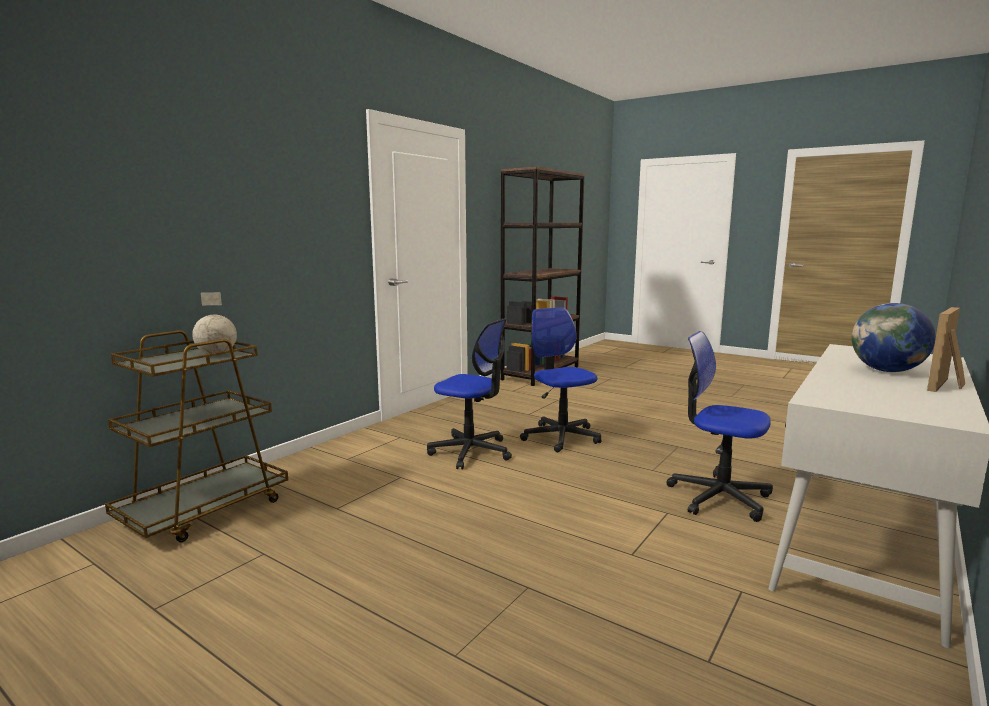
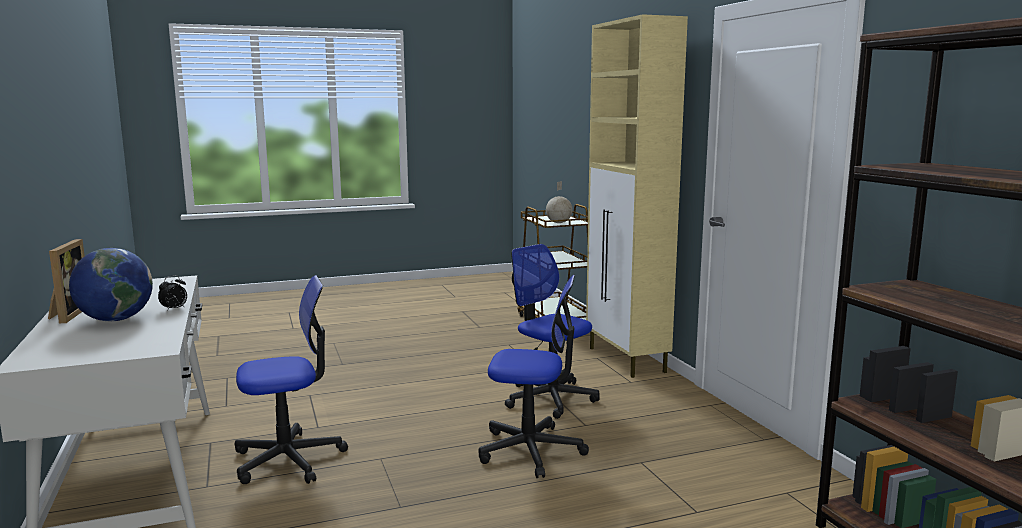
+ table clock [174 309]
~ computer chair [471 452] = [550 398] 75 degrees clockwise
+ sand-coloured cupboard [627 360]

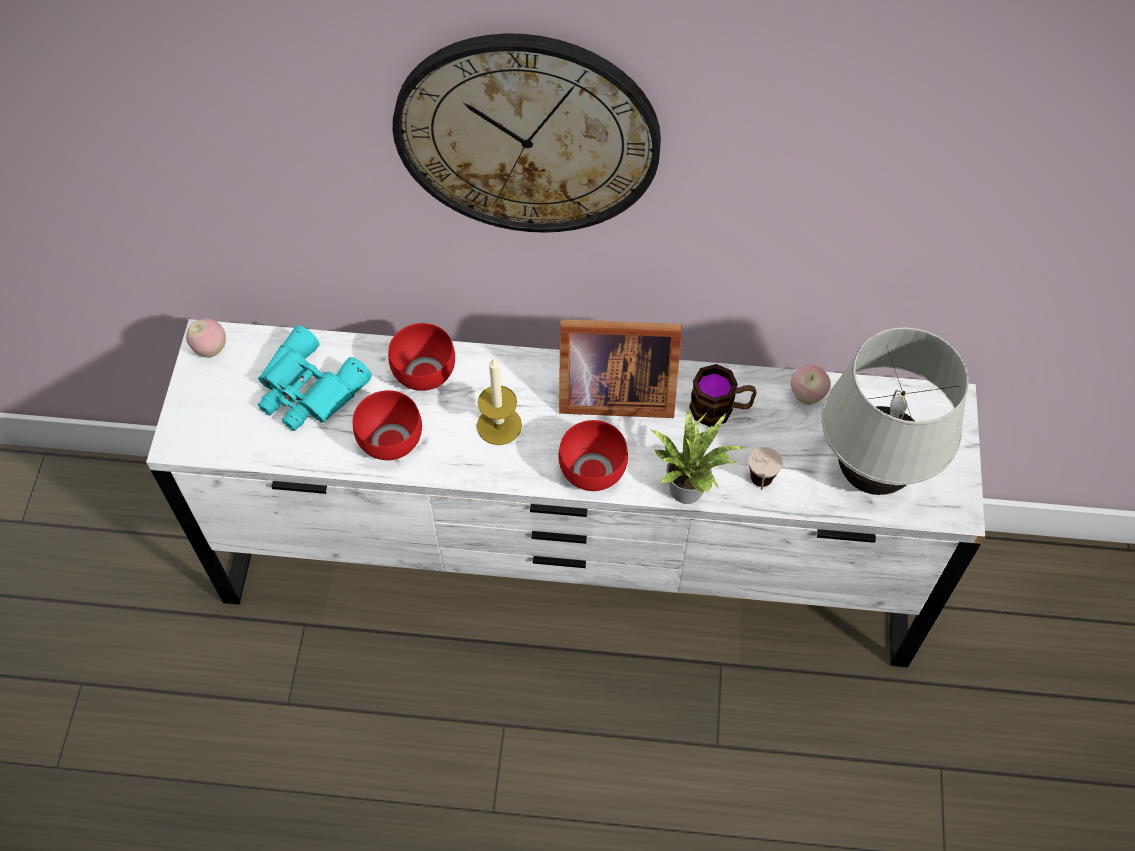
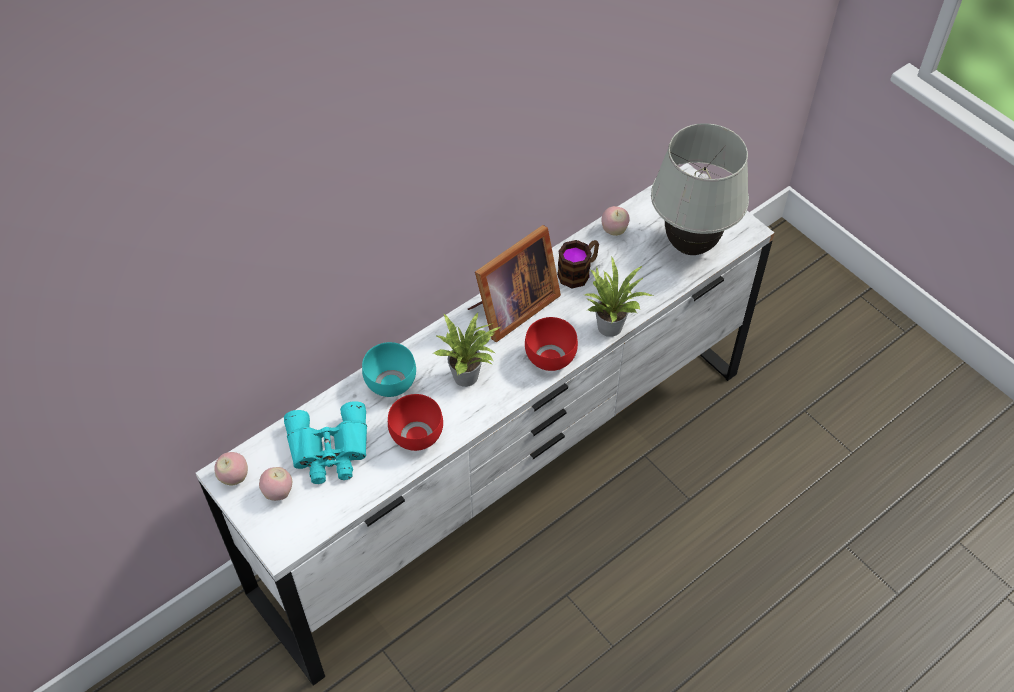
+ apple fruit [278 492]
~ red-coloured serving bowl [423 375] to turquoise serving bowl [391 385]
~ candle [499 425] to potted plant [469 376]
- hanging clock [527 135]
- drinking cup [759 489]

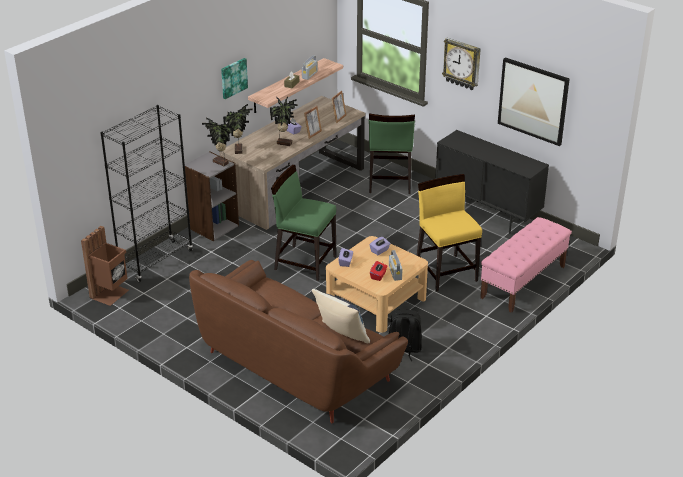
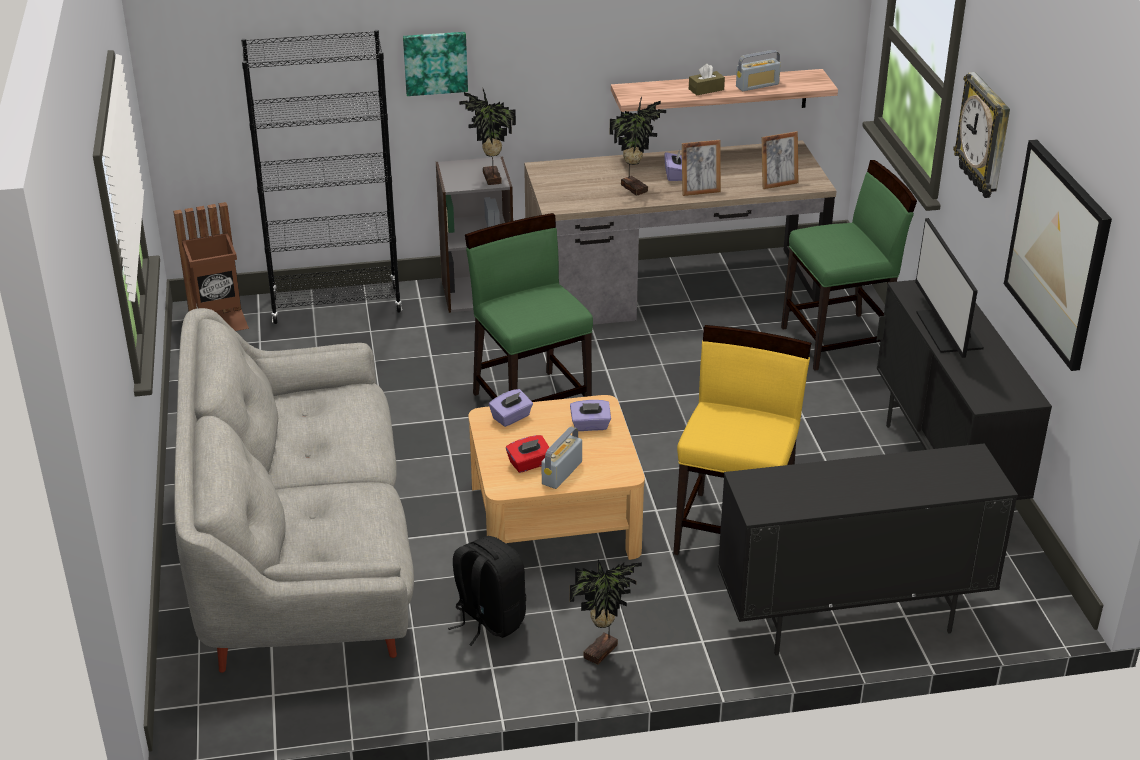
~ brown couch [297 364] to greyish couch [303 551]
~ wall art [233 78] to [435 62]
~ potted plant [239 150] to [603 652]
~ pinkish bench [523 282] to black-coloured cupboard [851 619]
~ green-coloured upright chair [389 182] = [839 341] 150 degrees counterclockwise
+ computer screen [947 330]
- bluish throw pillow [340 336]

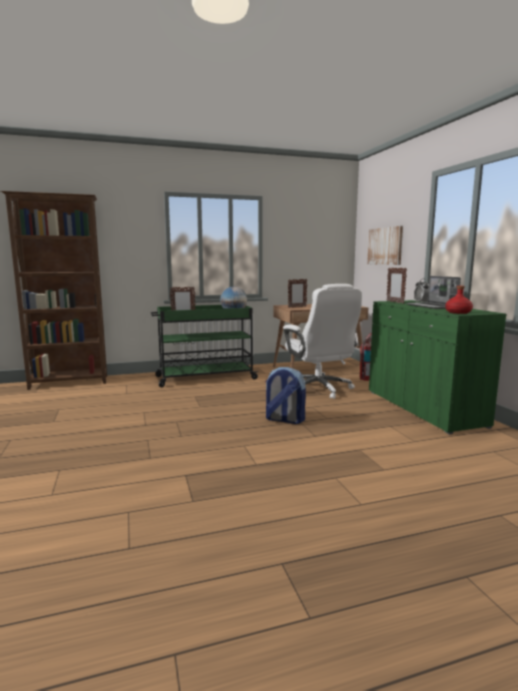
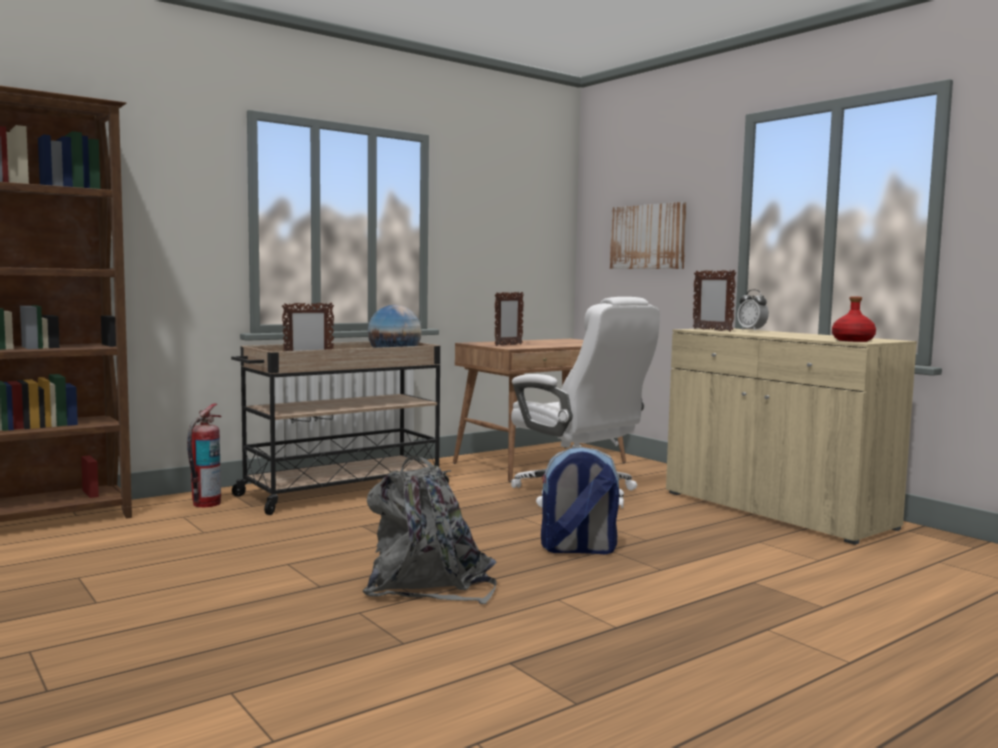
~ fire-fighting cylinder [365 379] to [205 504]
~ green-coloured trolley [204 378] to sand-coloured trolley [341 491]
+ greyish backpack [428 585]
~ green-coloured cupboard [423 408] to sand-coloured cupboard [775 510]
- notebook computer [432 306]

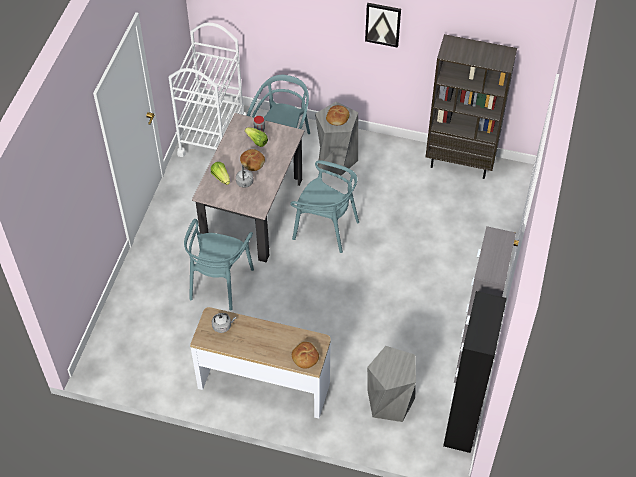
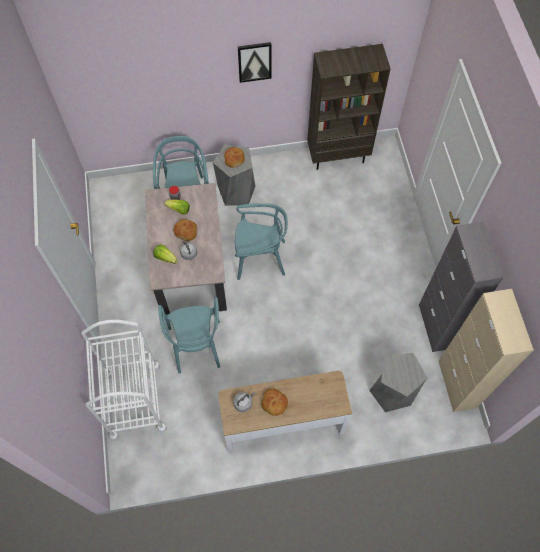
~ white-coloured trolley [212 136] to [135 401]
~ baked bread [305 357] to [274 403]
~ black-coloured cupboard [462 422] to sand-coloured cupboard [457 384]

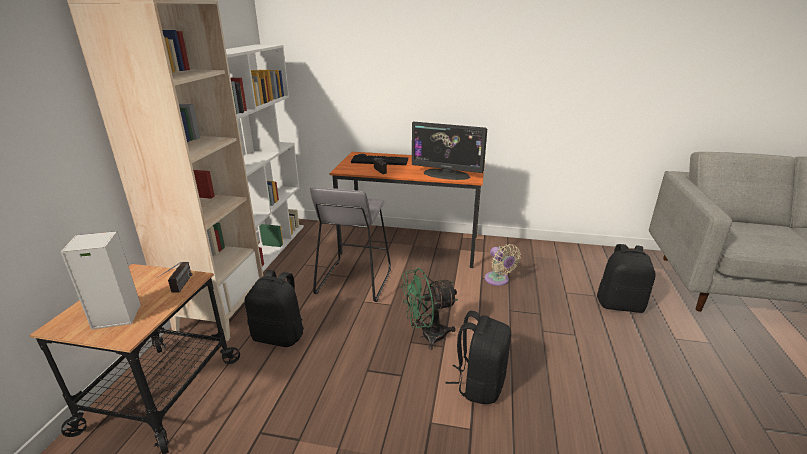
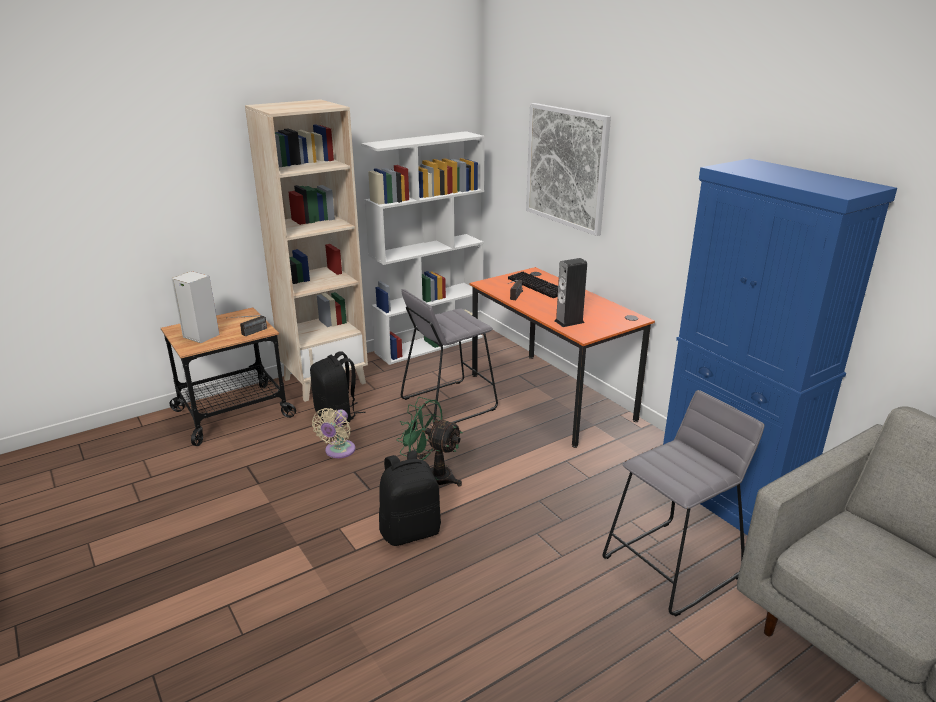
~ sand-coloured fan [498 280] to [338 451]
+ wall art [566 167]
~ computer screen [446 174] to audio speaker [569 321]
~ black-coloured backpack [620 304] to greyish sitting stool [672 567]
+ bluish cupboard [728 497]

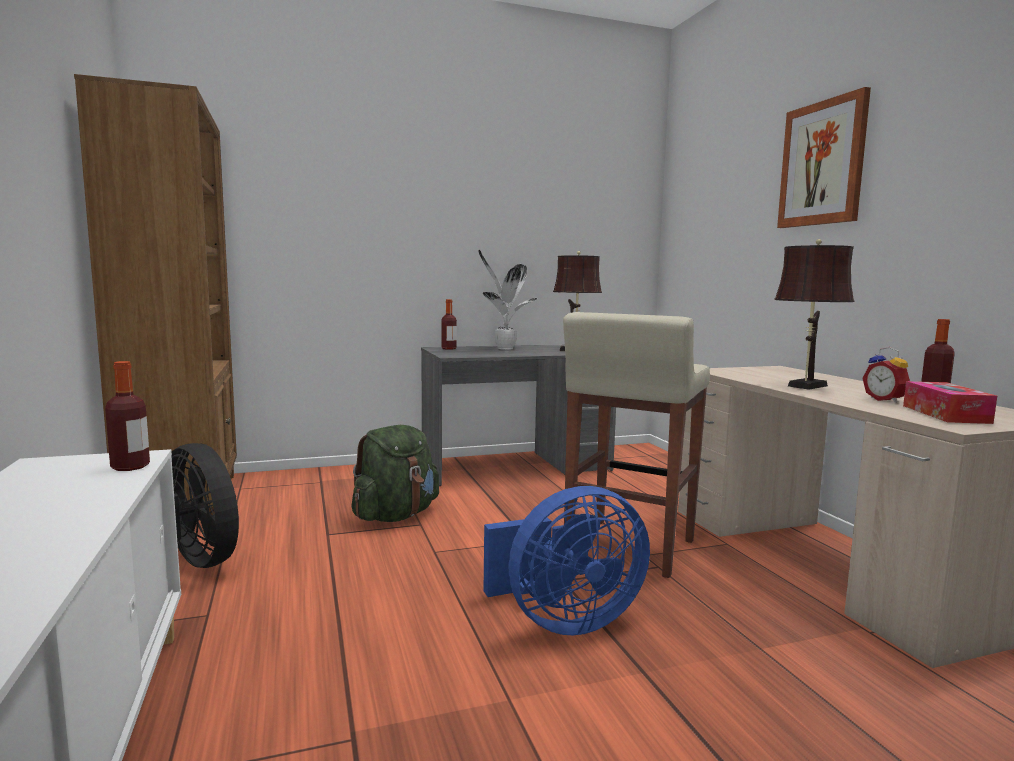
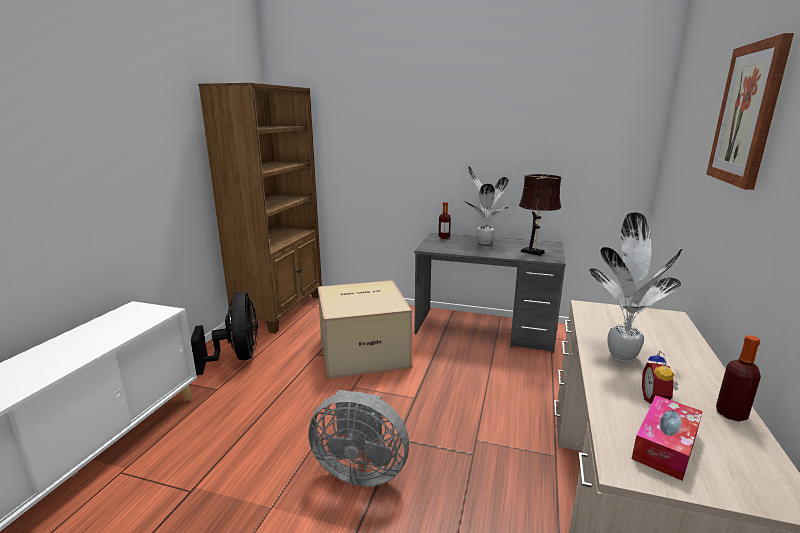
~ bluish fan [564 621] to greyish fan [360 469]
~ green-coloured backpack [396 515] to packing box [364 351]
~ brown tabletop lamp [805 386] to potted plant [621 355]
- beverage bottle [130 467]
- sand-coloured sitting stool [628 548]

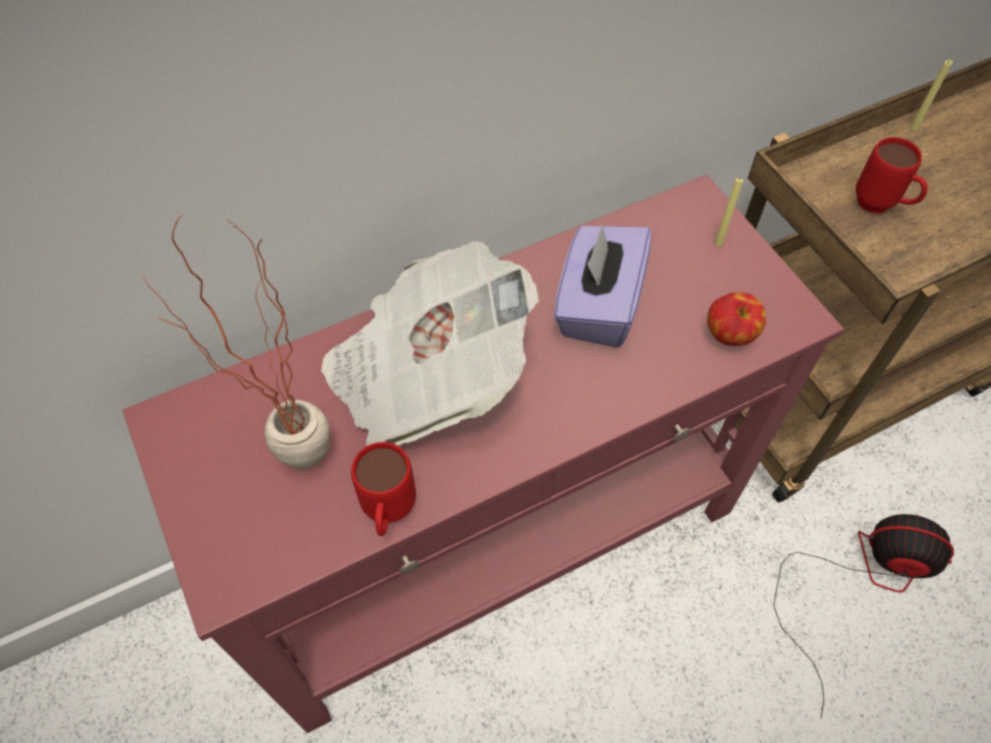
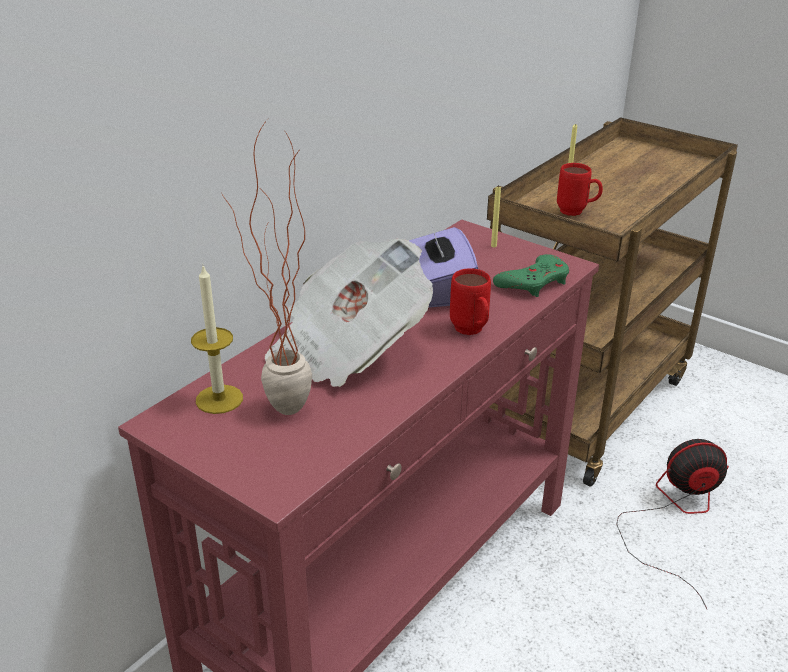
+ candle [219 399]
~ red-coloured coffee mug [388 515] to [472 332]
~ apple fruit [730 335] to green-coloured joypad [534 282]

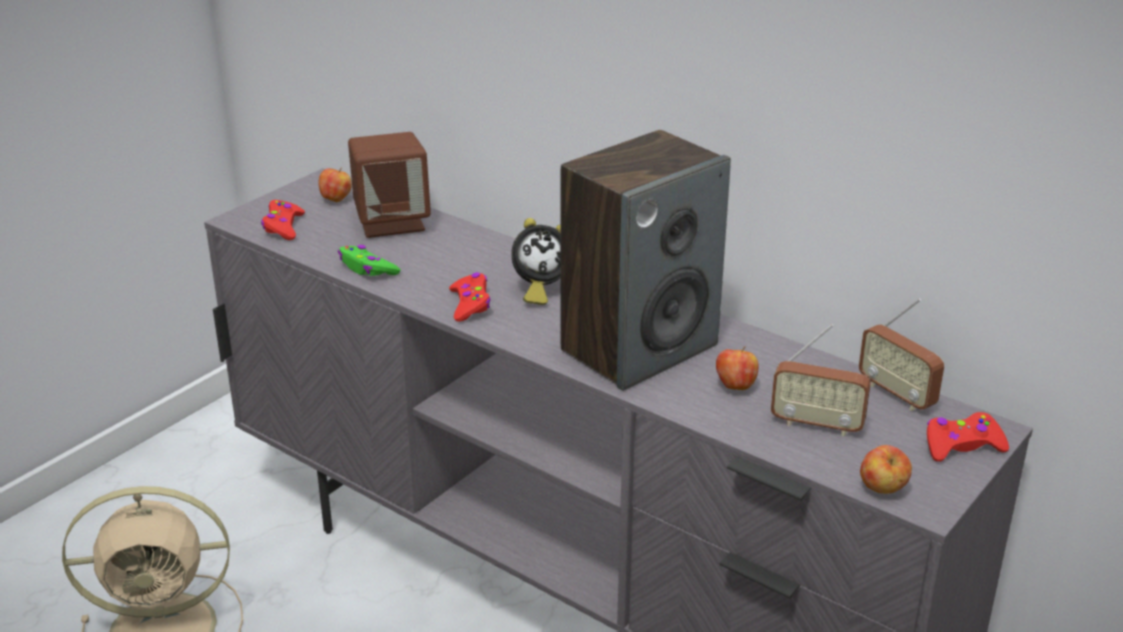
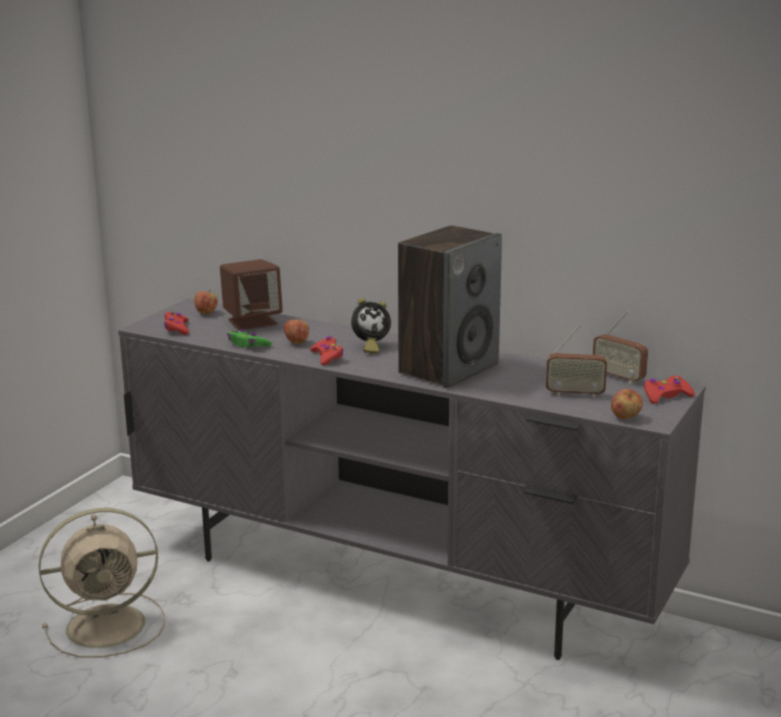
~ apple fruit [735 386] to [296 342]

